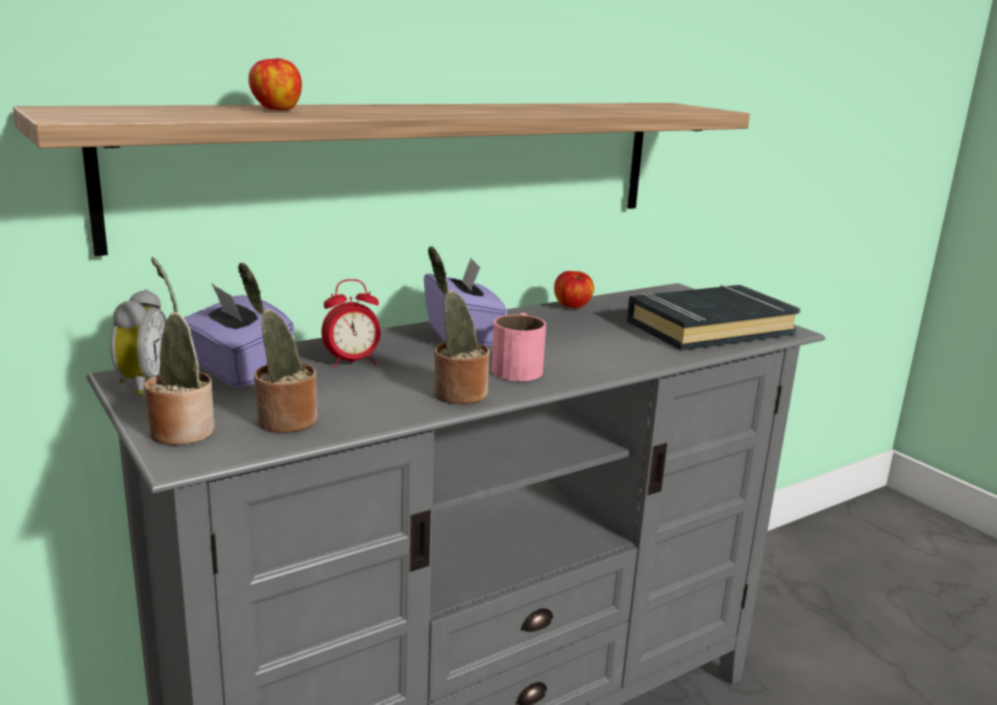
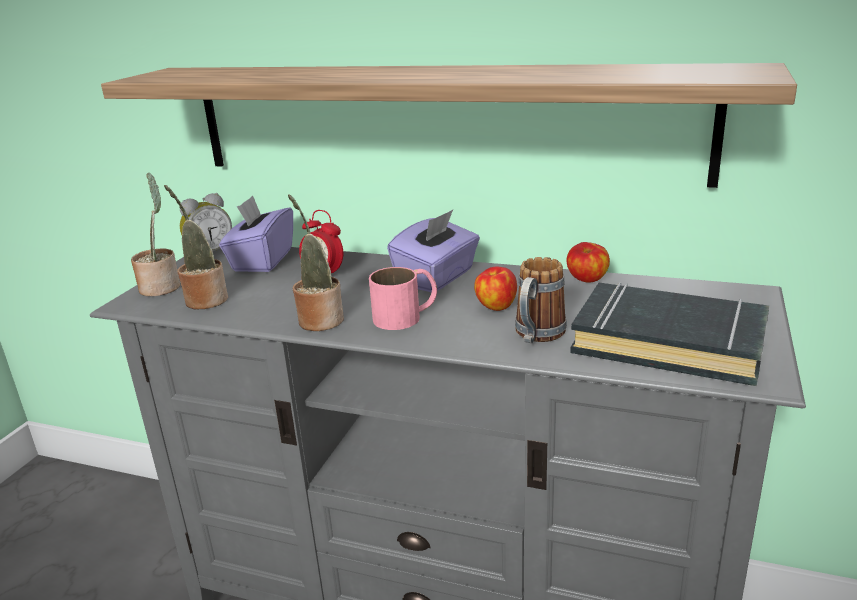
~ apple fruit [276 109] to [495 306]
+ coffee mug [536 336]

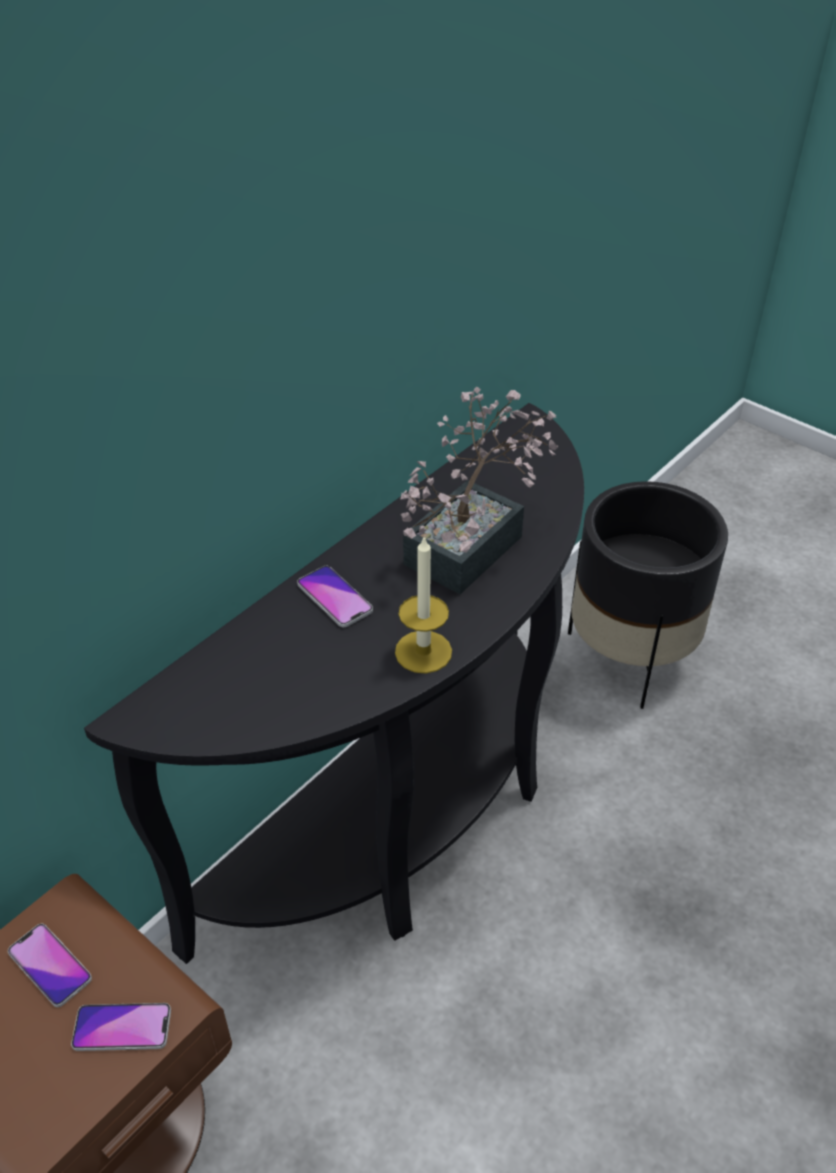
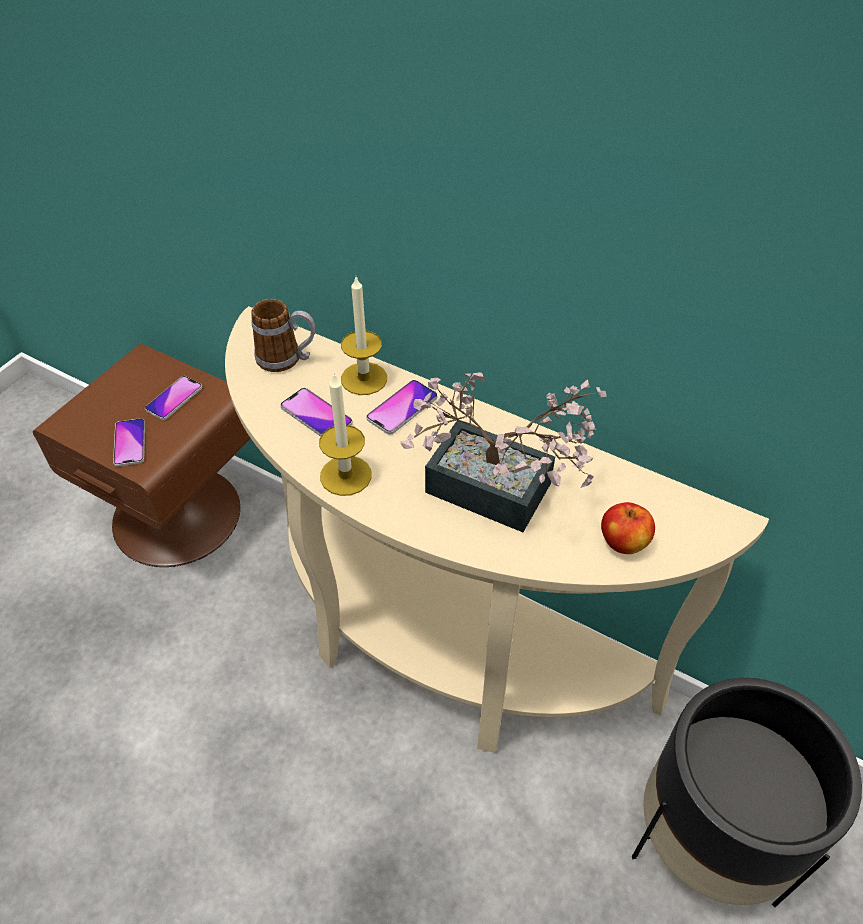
~ black-coloured narrow table [408 819] to sand-coloured narrow table [437 647]
+ coffee mug [287 359]
+ handset [316 415]
+ candle [364 378]
+ apple fruit [624 542]

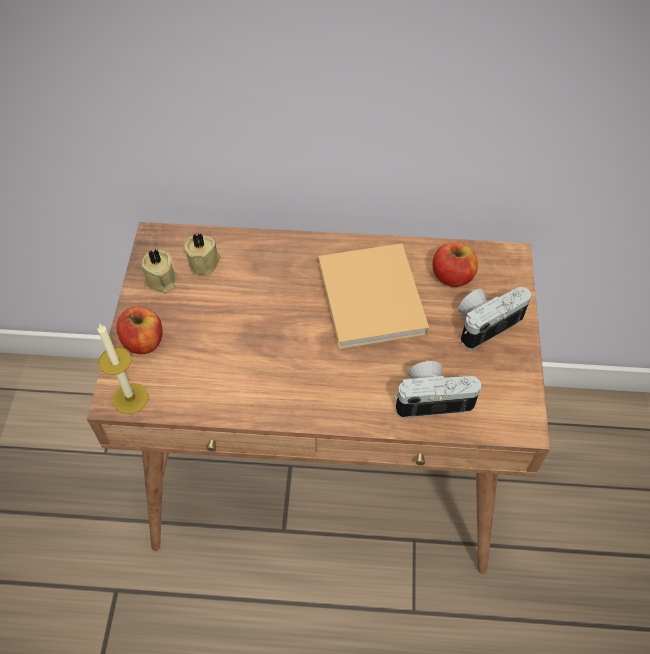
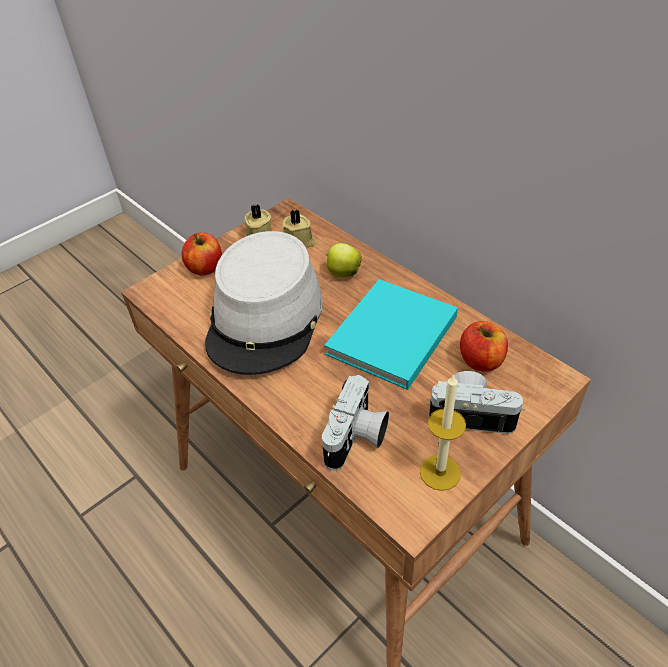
+ greyish clothing hat [266 318]
~ photo camera [433 397] = [357 438] 75 degrees clockwise
~ sand-coloured volume [372 301] to turquoise volume [390 338]
+ apple fruit [343 273]
~ candle [130 398] to [440 472]

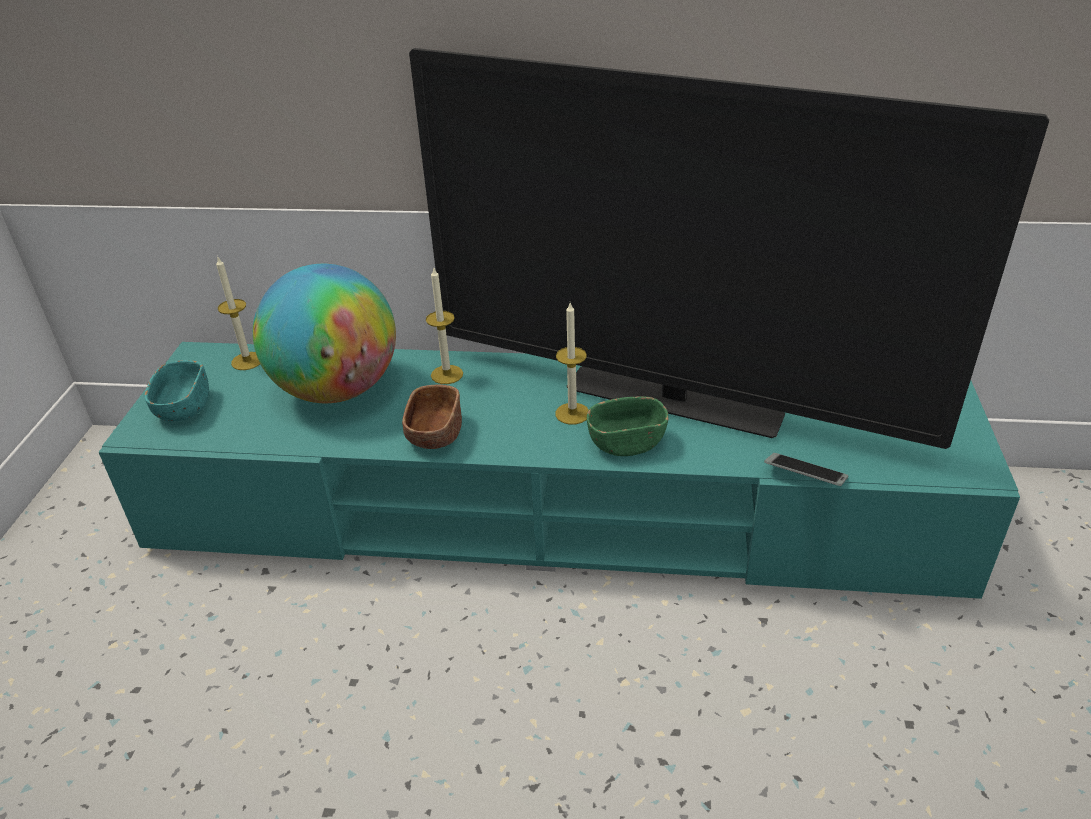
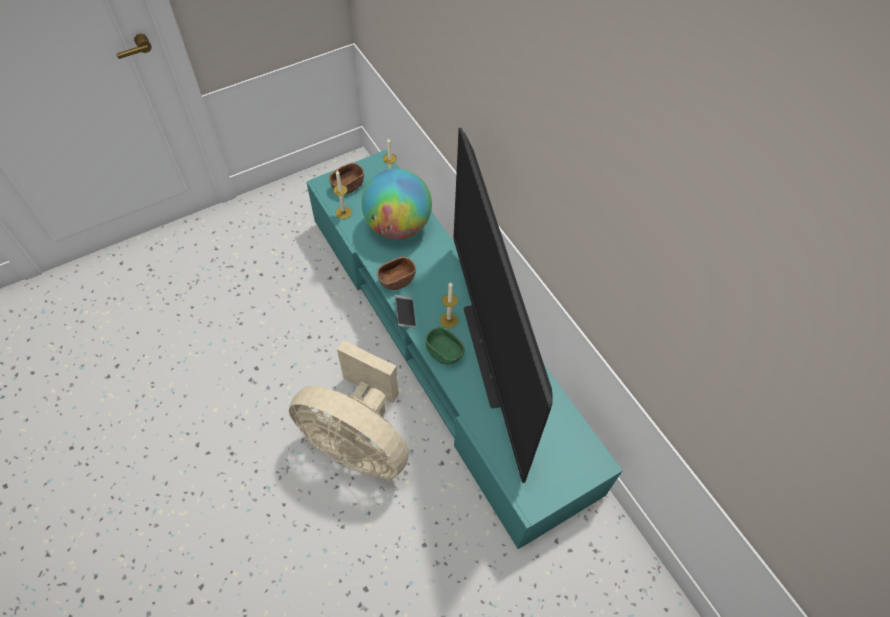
+ sand-coloured fan [359 441]
~ turquoise serving bowl [183 407] to brown serving bowl [348 185]
~ candle [447 374] to [343 212]
~ handset [805 476] to [405 314]

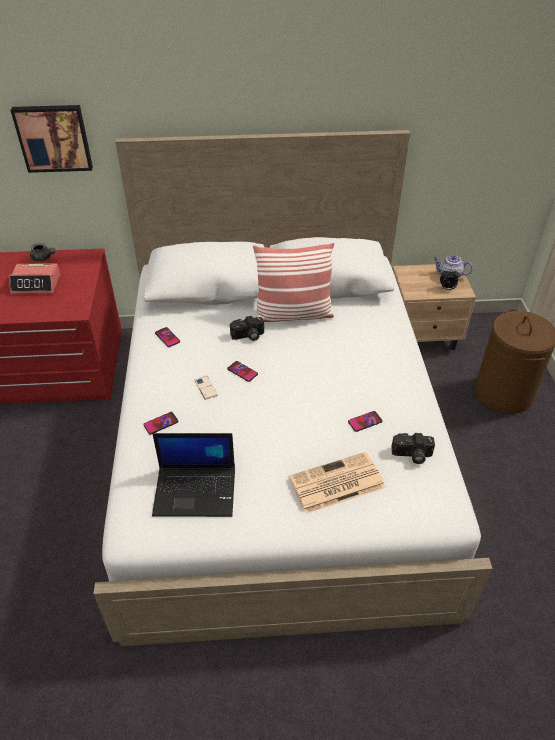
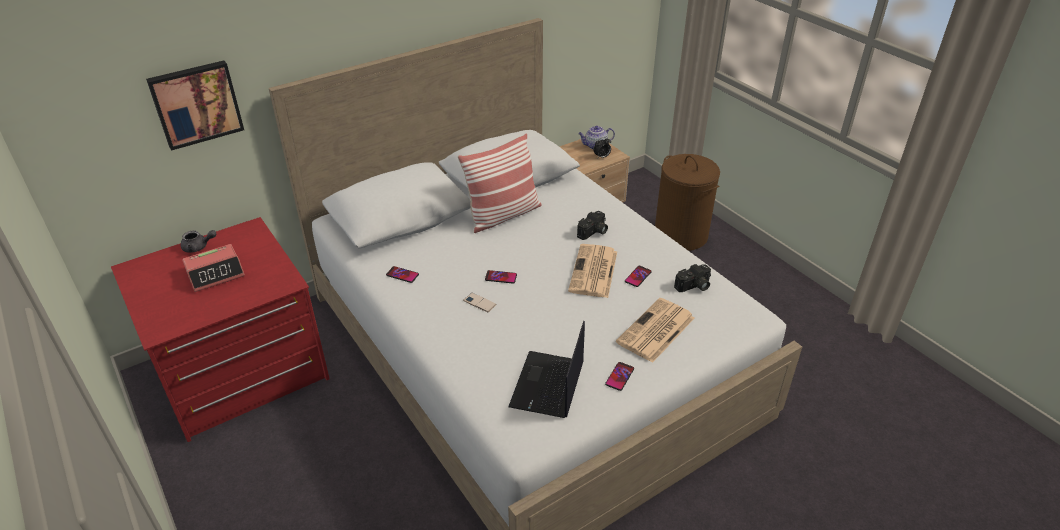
~ notebook computer [196 491] = [548 386] 135 degrees clockwise
+ newspaper [593 272]
~ photo camera [248 336] to [593 232]
~ handset [161 423] to [619 376]

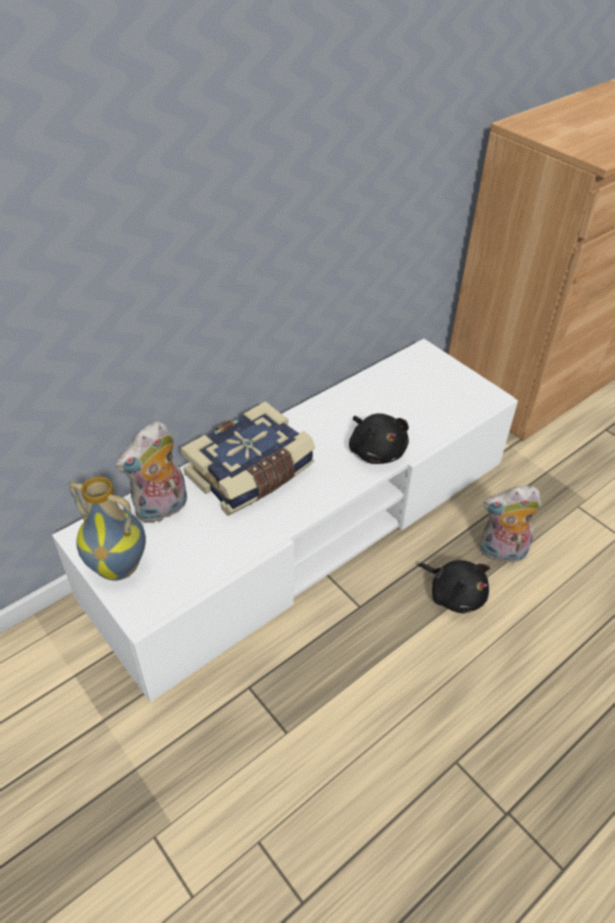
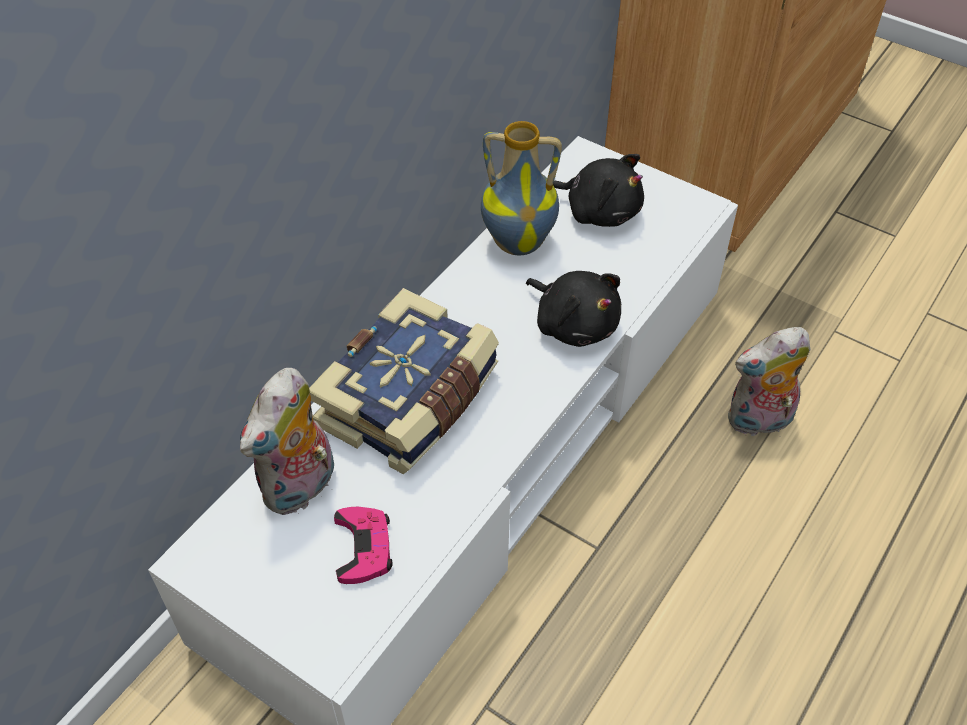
+ pinkish joypad [363 548]
~ vase [120 565] to [519 241]
~ black-coloured soft toy [454 594] to [599 210]

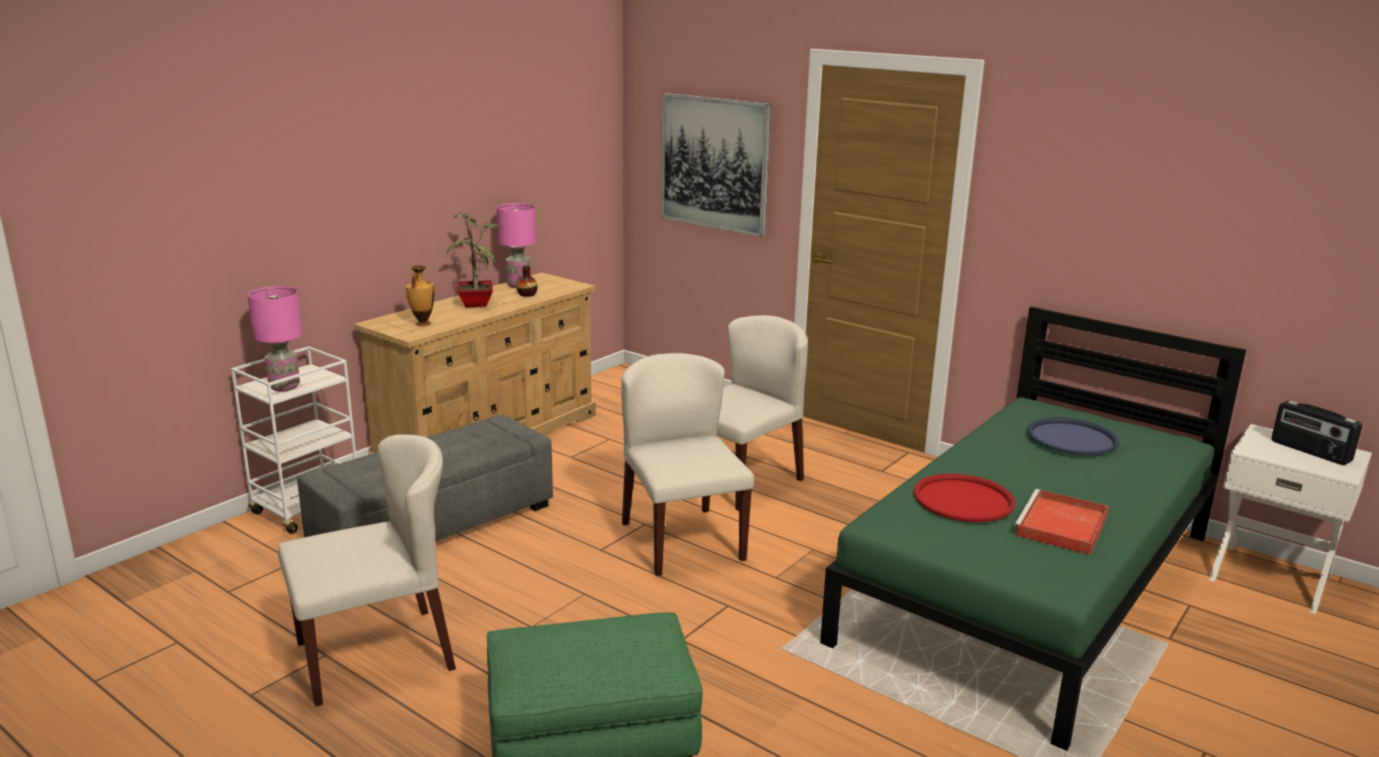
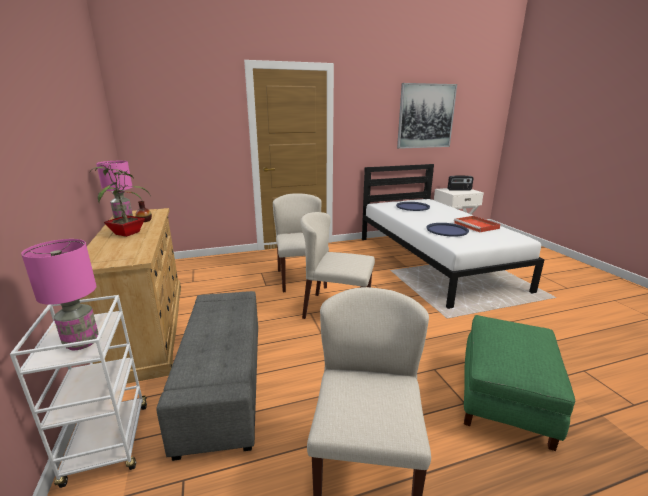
~ green-coloured bedroom bed [1031 586] to white-coloured bedroom bed [434 261]
~ wall art [715 163] to [426 116]
~ red-coloured tray [963 499] to bluish tray [447 230]
- vase [422 324]

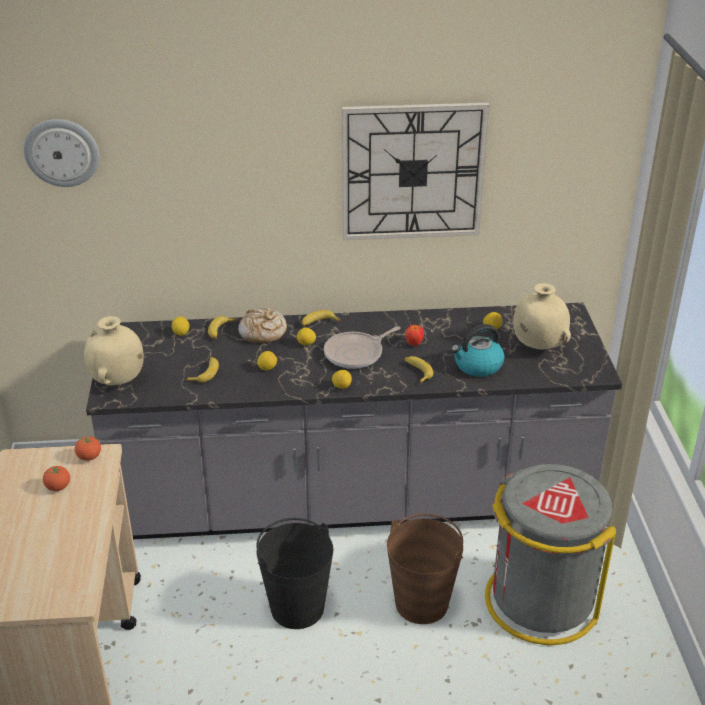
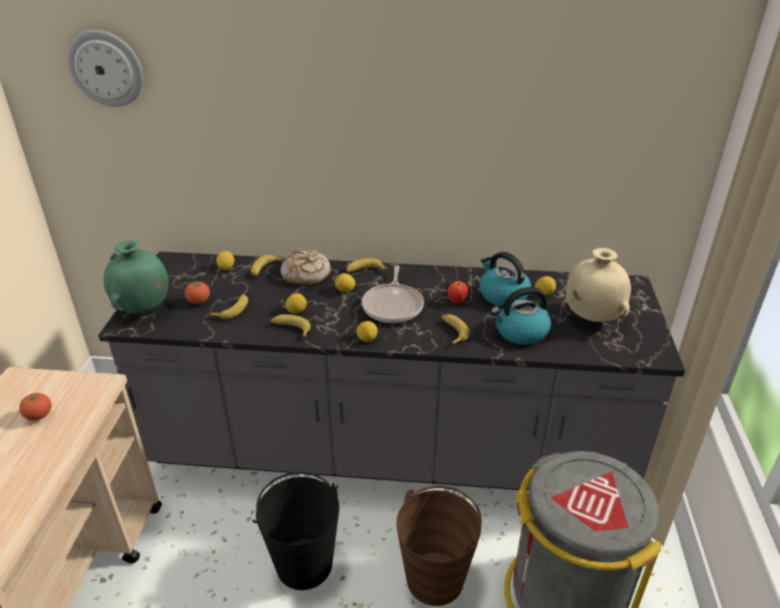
~ sand-coloured vase [118 381] to green-coloured vase [143 309]
~ fresh tomato [89 457] to [199 302]
+ banana [291 329]
~ frying pan [356 354] = [393 306] 60 degrees counterclockwise
+ water kettle [502 295]
- hanging clock [412 172]

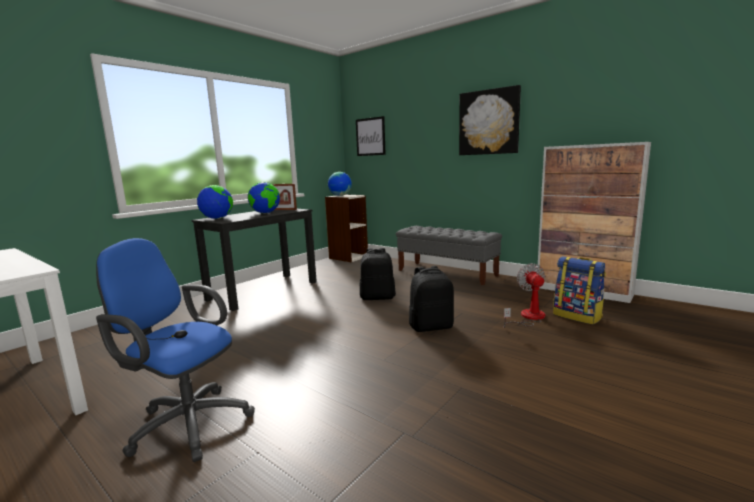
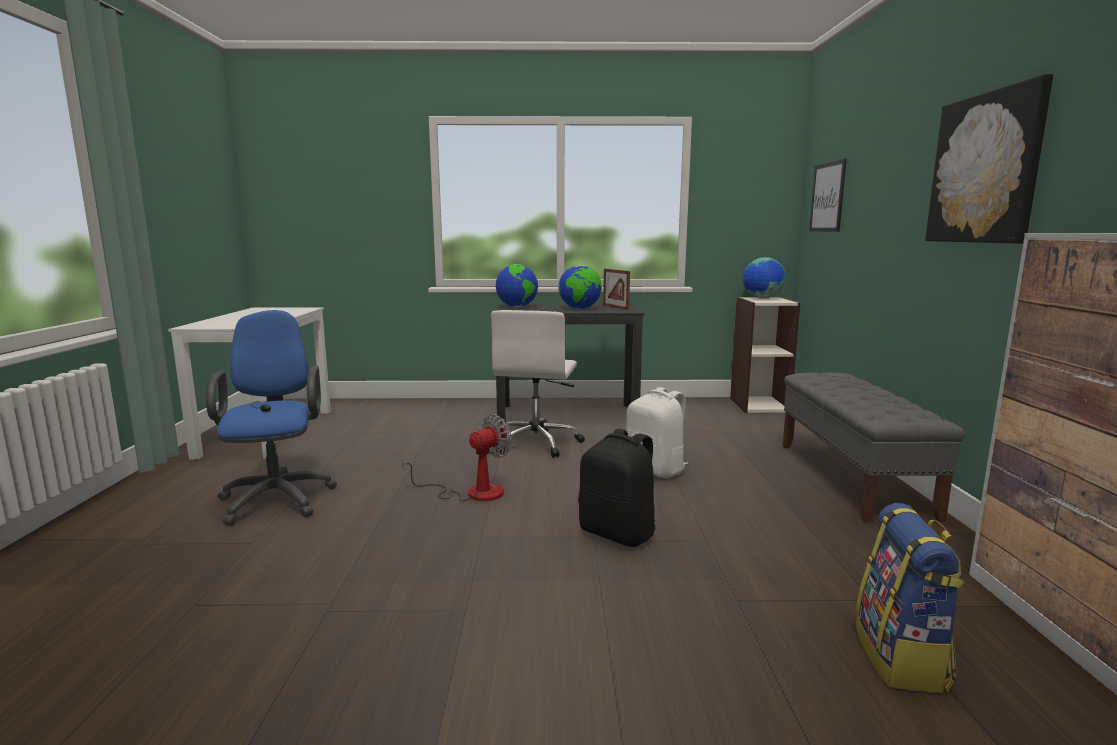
~ fan [528 317] to [472 492]
+ white-coloured computer chair [536 443]
~ black-coloured backpack [378 297] to white-coloured backpack [656 469]

